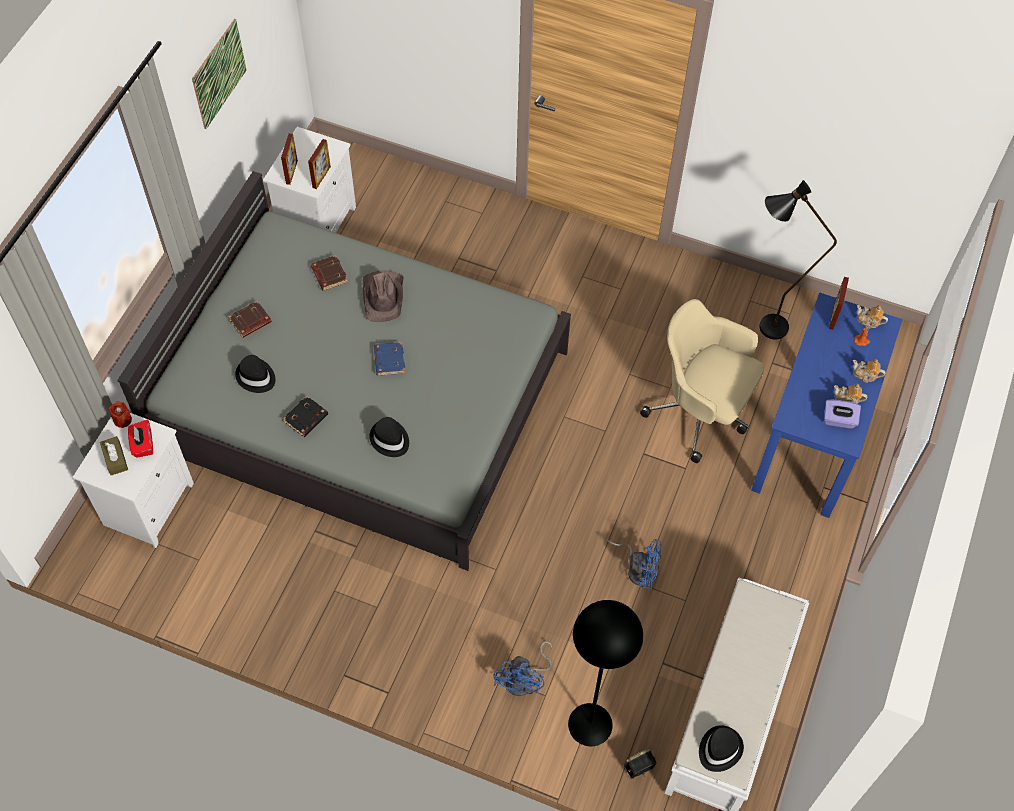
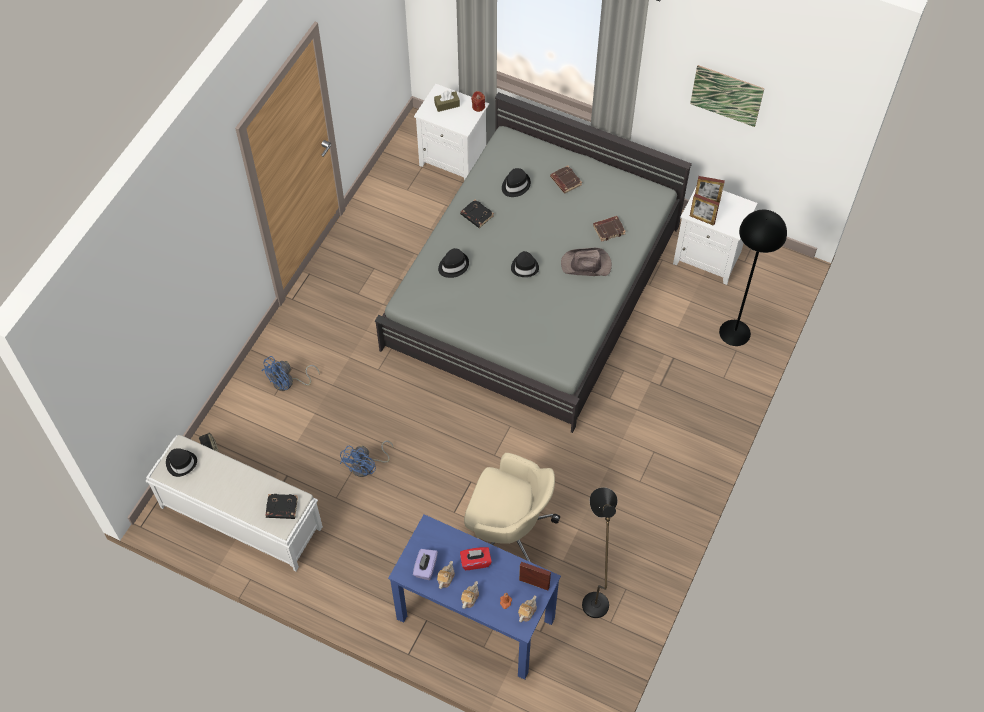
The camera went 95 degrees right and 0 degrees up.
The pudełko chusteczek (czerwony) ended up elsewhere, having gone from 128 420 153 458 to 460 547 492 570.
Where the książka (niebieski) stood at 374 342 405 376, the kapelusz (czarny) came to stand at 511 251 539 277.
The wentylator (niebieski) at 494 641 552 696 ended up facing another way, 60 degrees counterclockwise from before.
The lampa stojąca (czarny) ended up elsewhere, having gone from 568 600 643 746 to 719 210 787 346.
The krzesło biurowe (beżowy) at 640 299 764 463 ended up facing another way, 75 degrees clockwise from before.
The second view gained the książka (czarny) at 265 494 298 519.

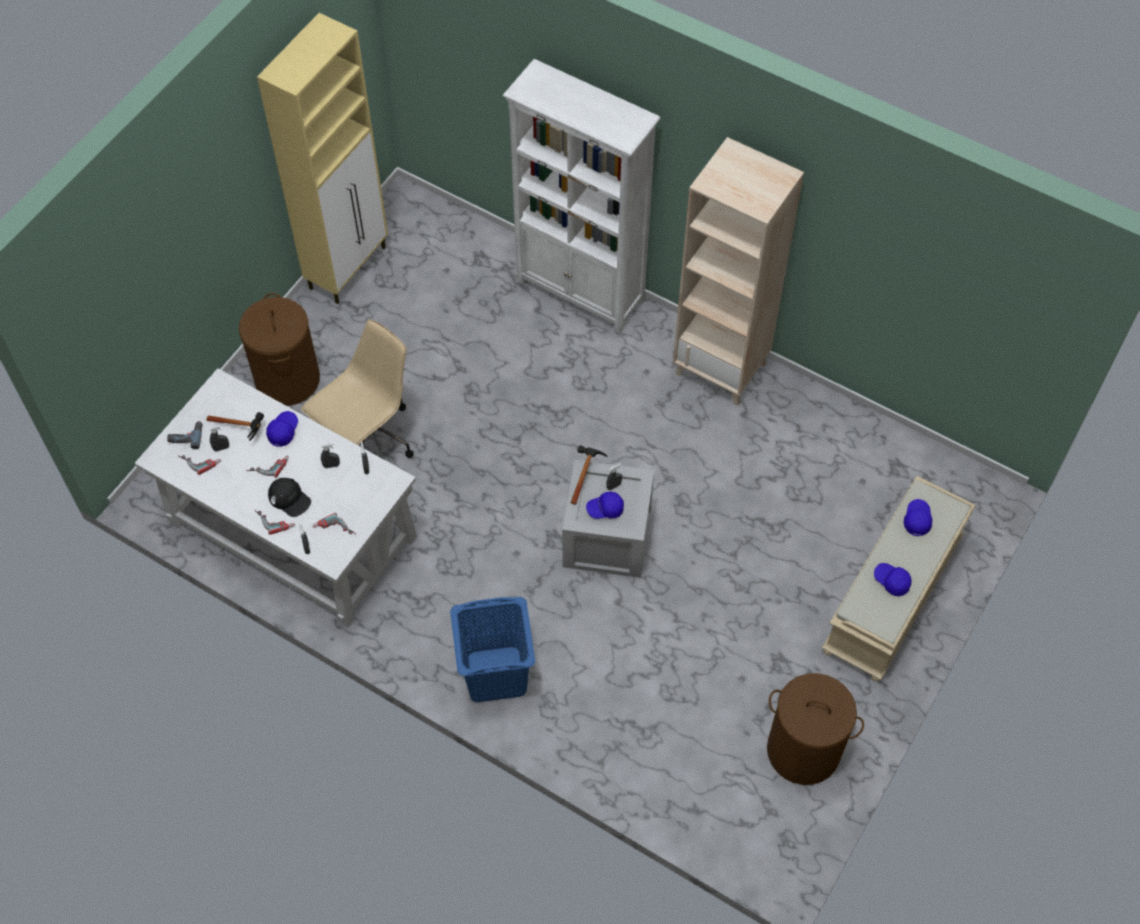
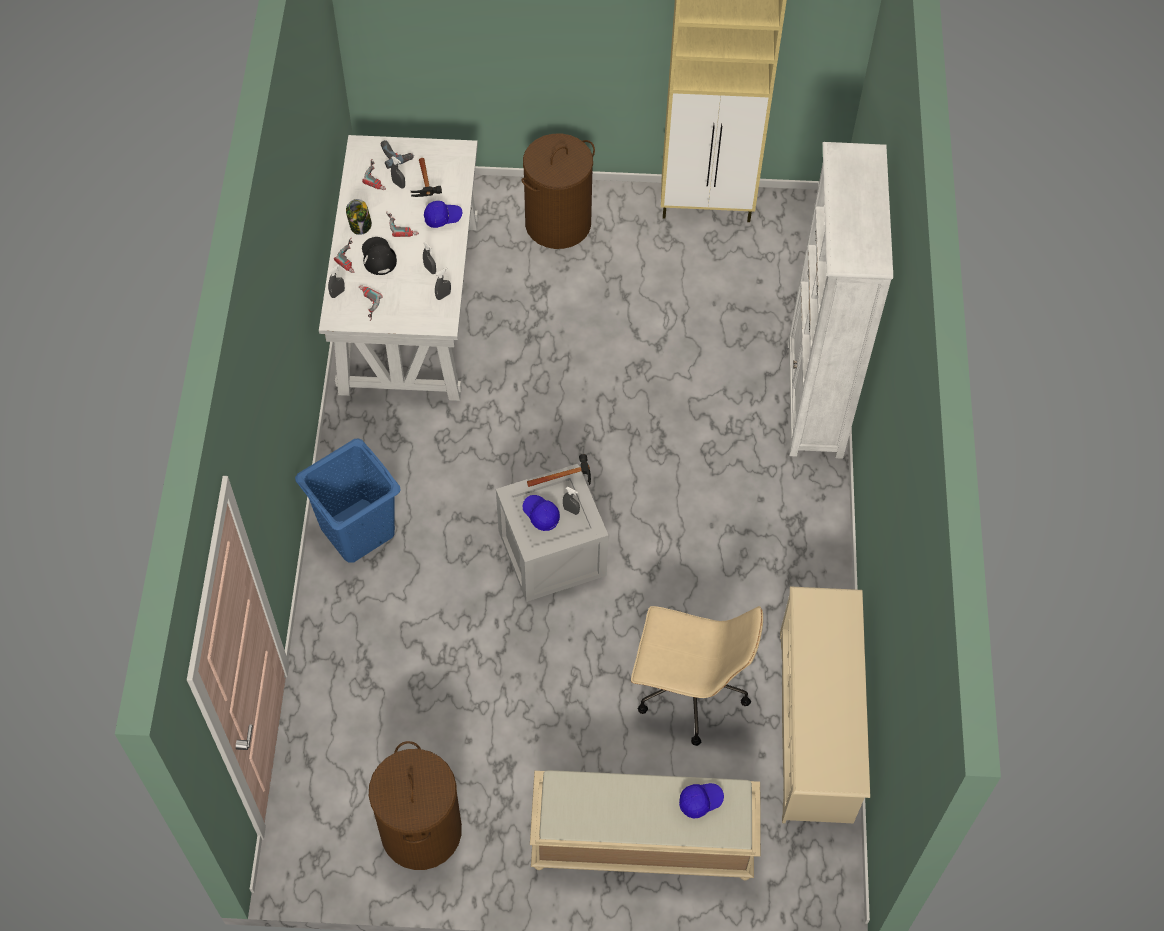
The camera went 60 degrees right and 0 degrees up.
The czapka z daszkiem (czarny) at 268 478 311 517 ended up facing another way, 150 degrees clockwise from before.
The krzesło biurowe (beżowy) ended up elsewhere, having gone from 301 320 414 458 to 631 606 763 746.
The second view lost the regał (beżowy) at 673 137 804 406.
The second view lost the czapka z daszkiem (niebieski) at 874 563 912 596.
The second view gained the słoik at 346 199 372 235.
The second view gained the regał na buty (beżowy) at 780 586 870 823.

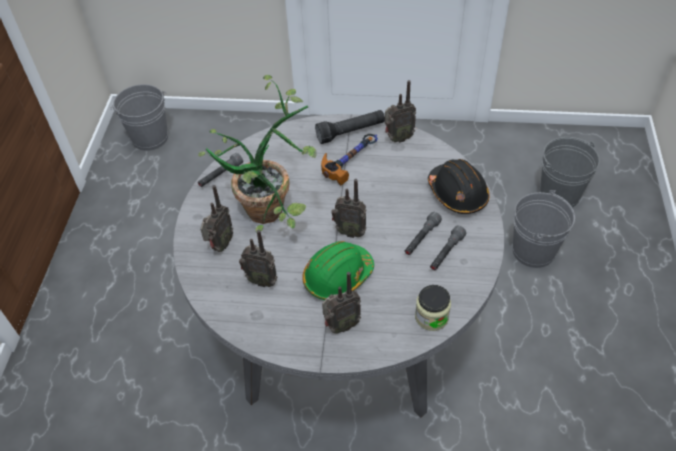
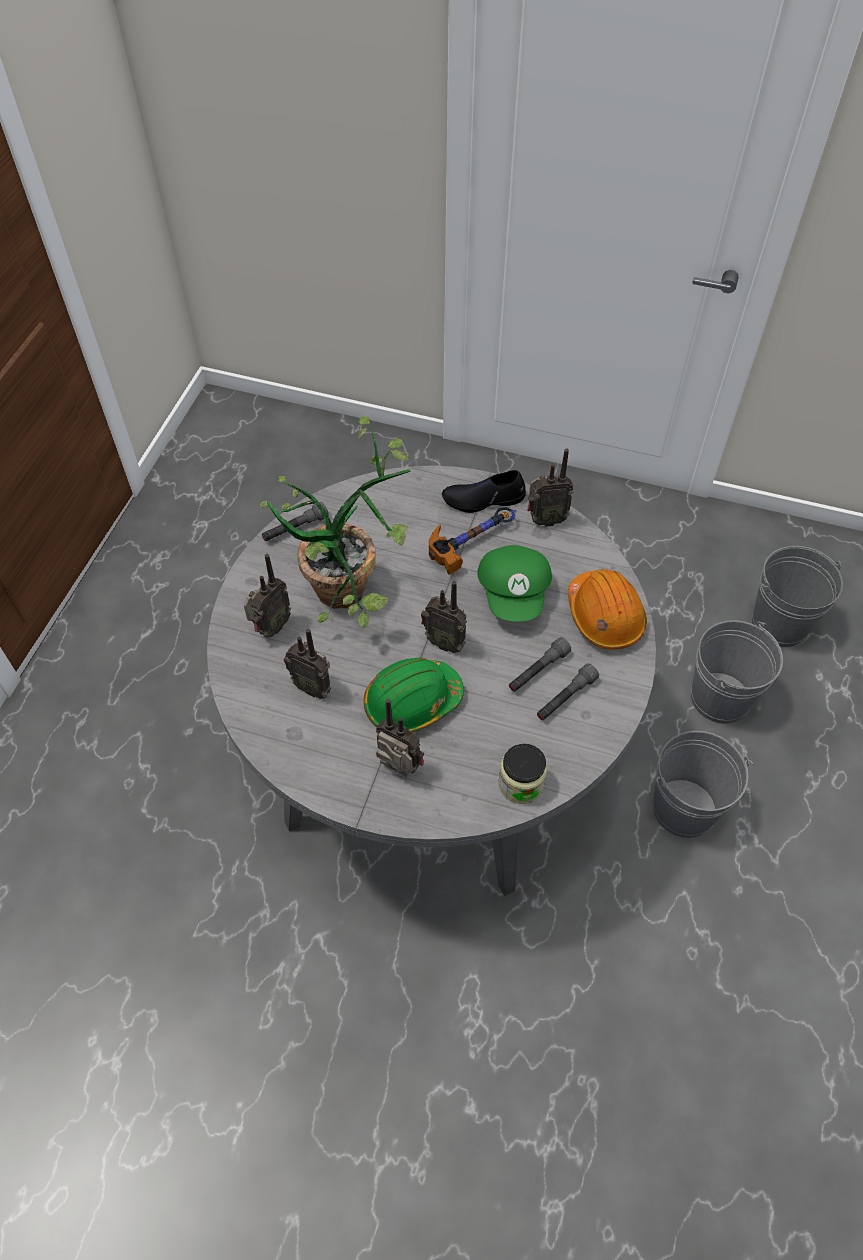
The camera went 10 degrees right and 5 degrees up.
The wiadro (szary) ended up elsewhere, having gone from 110 84 168 151 to 653 731 753 838.
Where the latarka (czarny) stood at 315 110 385 144, the but (czarny) came to stand at 442 470 526 513.
The radio at 322 272 361 334 ended up facing another way, 135 degrees counterclockwise from before.
What was the kask (czarny) at 428 159 489 214 turned into the kask (pomarańczowy) at 568 569 647 650.
The second view gained the czapka z daszkiem (zielony) at 477 545 552 622.

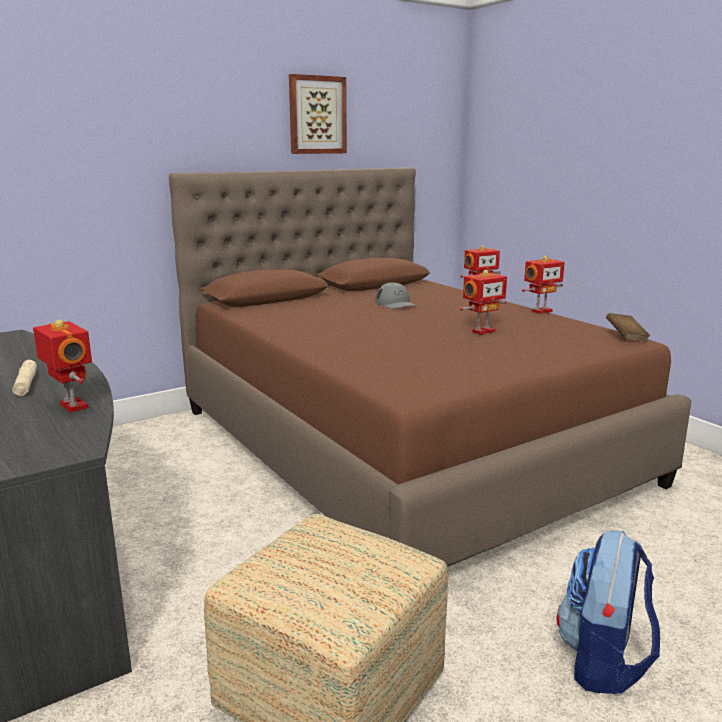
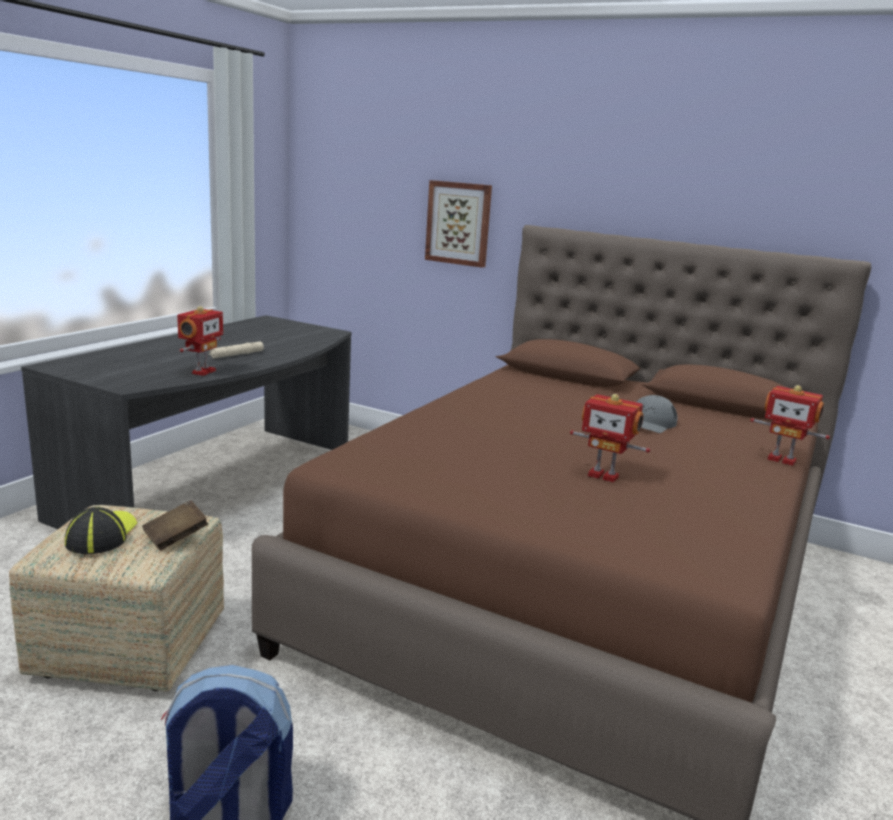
The camera went 60 degrees right and 0 degrees up.
The obraz ended up elsewhere, having gone from 289 74 347 154 to 425 180 492 268.
The second view lost the robot zabawkowy at 522 256 565 314.
The książka (brązowy) ended up elsewhere, having gone from 606 313 650 341 to 142 500 208 550.
The second view gained the czapka z daszkiem at 65 507 137 554.

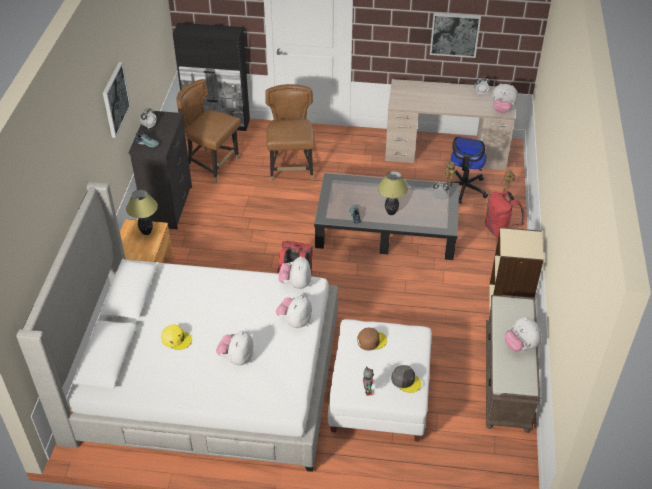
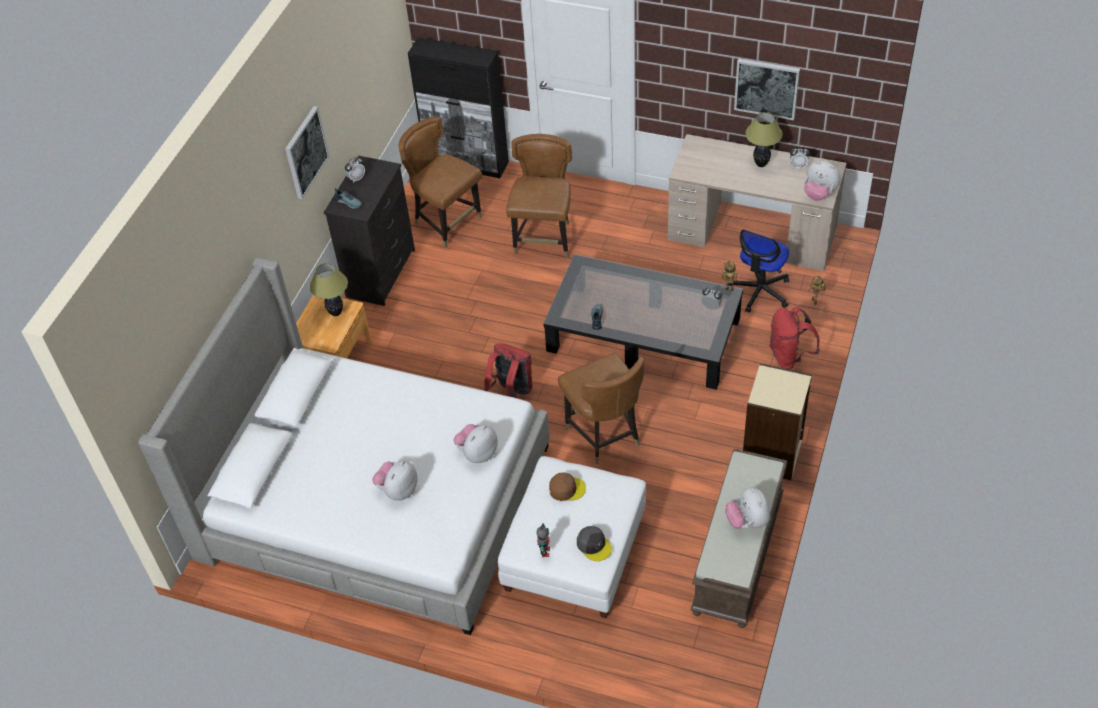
The camera went 15 degrees right and 5 degrees up.
The second view lost the czapka z daszkiem (żółty) at 161 324 192 350.
The second view lost the pluszak at 278 256 311 289.
The lampa stołowa ended up elsewhere, having gone from 378 171 408 215 to 745 112 783 167.
The second view gained the krzesło (brązowy) at 558 353 644 464.

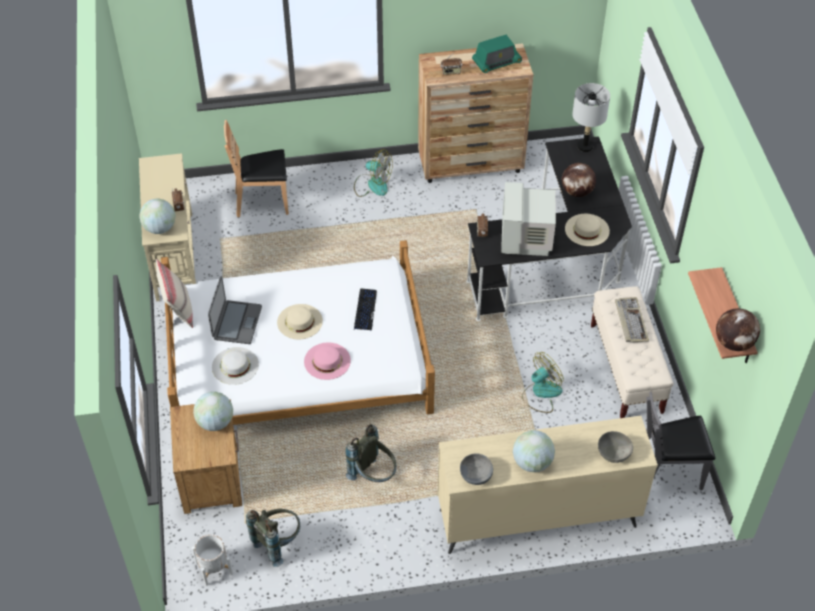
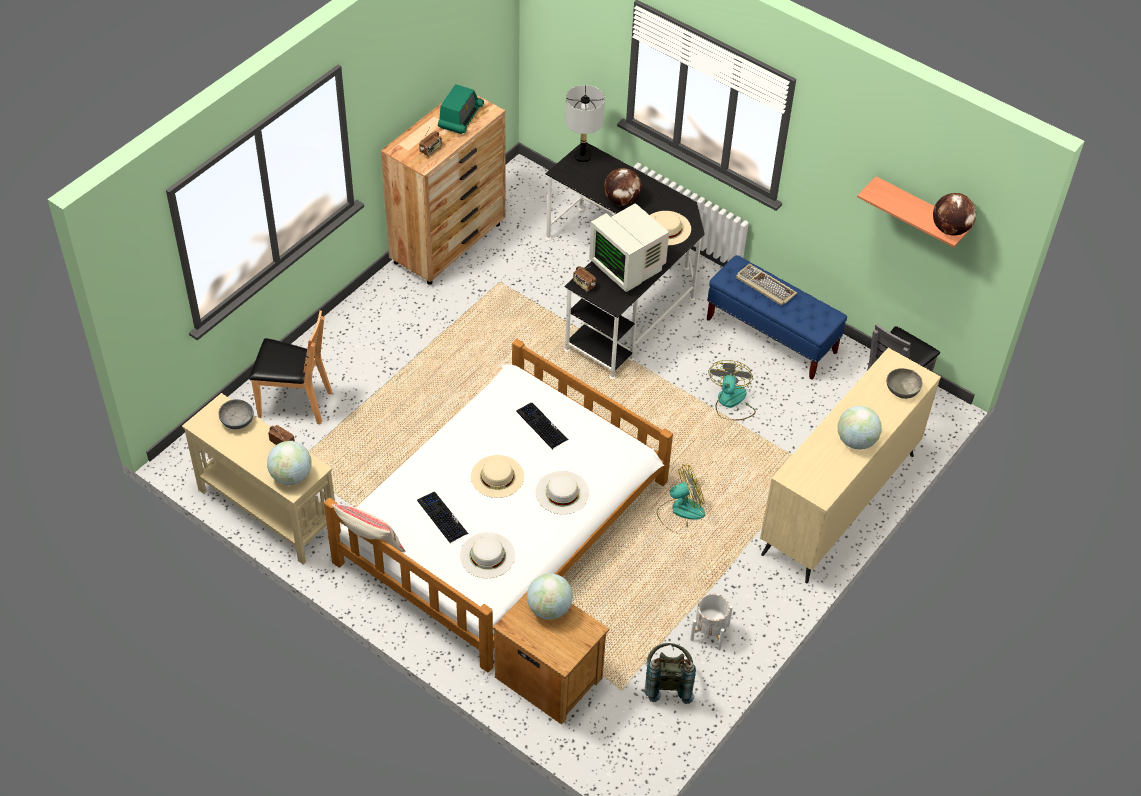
The camera went 45 degrees left and 0 degrees up.
The donica (biały) ended up elsewhere, having gone from 192 534 233 586 to 690 593 733 650.
Where the laptop stood at 208 276 262 344, the klawiatura came to stand at 417 492 468 544.
The krzesło (brązowy) at 224 120 289 217 ended up facing another way, 120 degrees counterclockwise from before.
What was the kapelusz (różowy) at 304 343 351 380 turned into the kapelusz (biały) at 536 471 589 514.
The second view lost the plecak (szary) at 345 424 396 482.
The wentylator ended up elsewhere, having gone from 354 149 393 197 to 657 465 705 534.
The miska (szary) ended up elsewhere, having gone from 460 453 493 485 to 219 399 254 429.
What was the ławka (beżowy) at 591 286 674 418 turned into the ławka (niebieski) at 707 255 847 380.

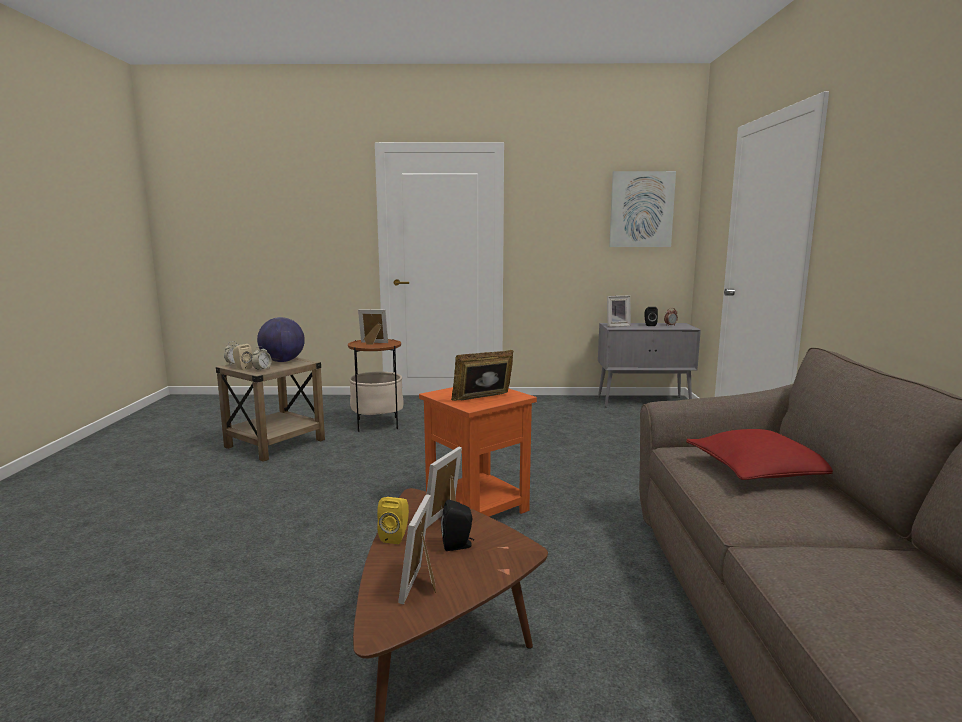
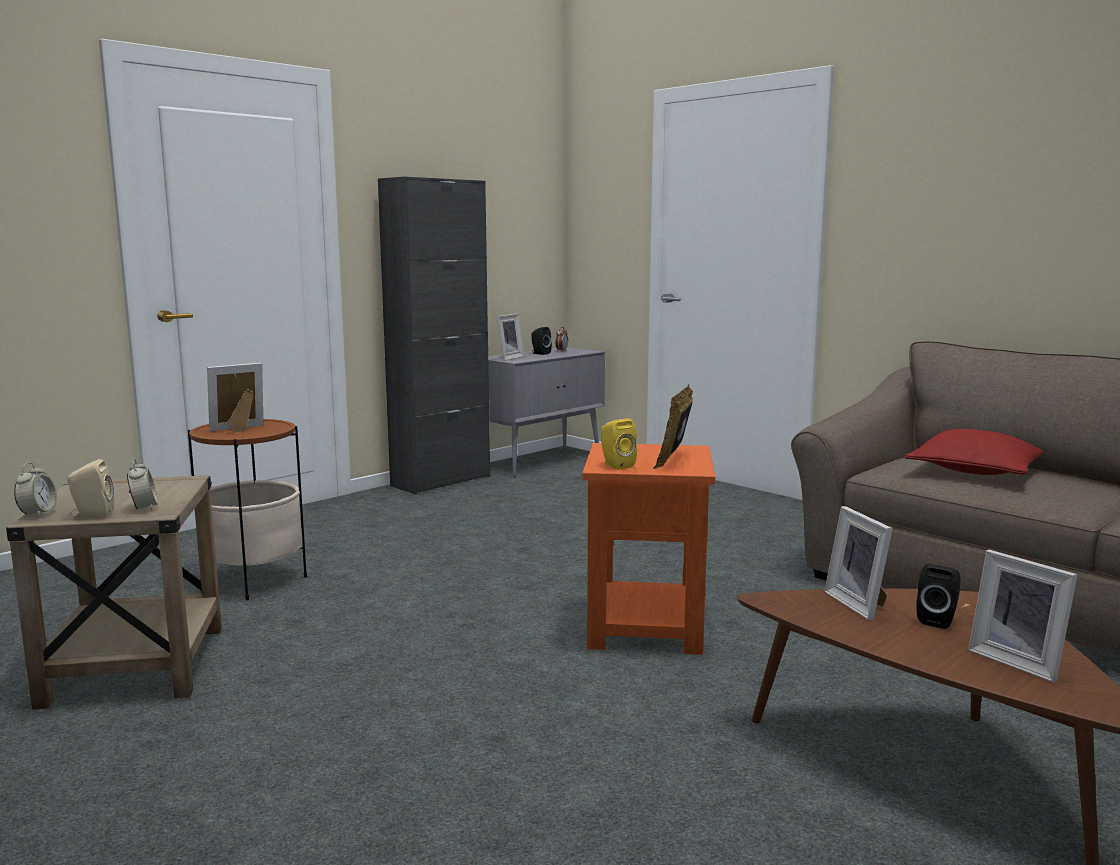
The camera went 45 degrees left and 0 degrees up.
The second view lost the globus at 257 317 305 362.
The głośnik (żółty) ended up elsewhere, having gone from 377 497 409 544 to 601 418 637 470.
The second view lost the obraz at 609 171 676 247.
The second view gained the szafka (czarny) at 378 177 490 494.

